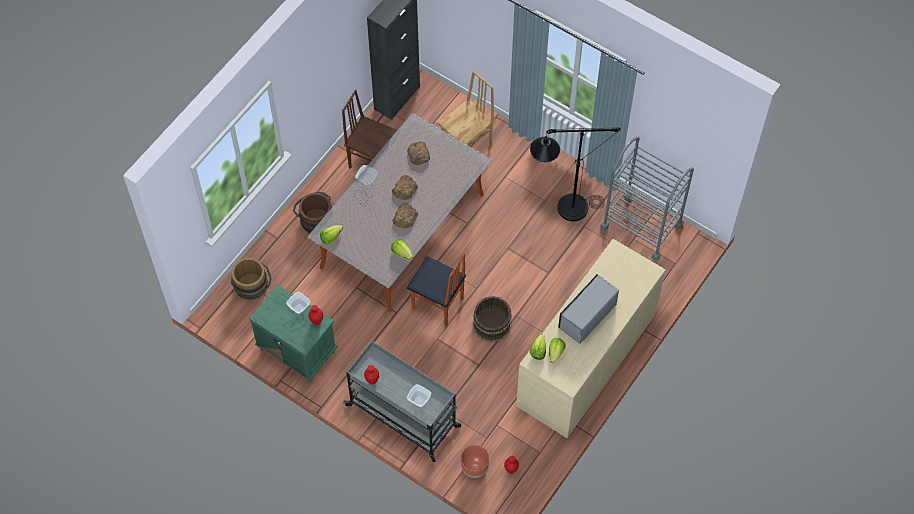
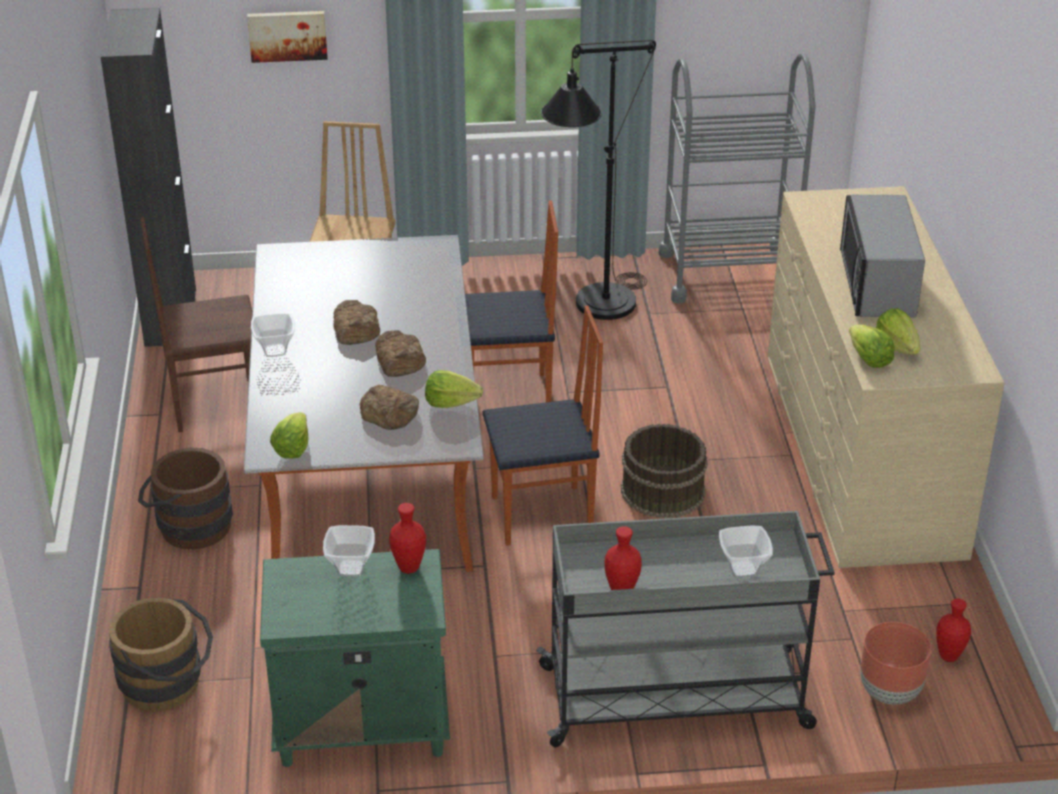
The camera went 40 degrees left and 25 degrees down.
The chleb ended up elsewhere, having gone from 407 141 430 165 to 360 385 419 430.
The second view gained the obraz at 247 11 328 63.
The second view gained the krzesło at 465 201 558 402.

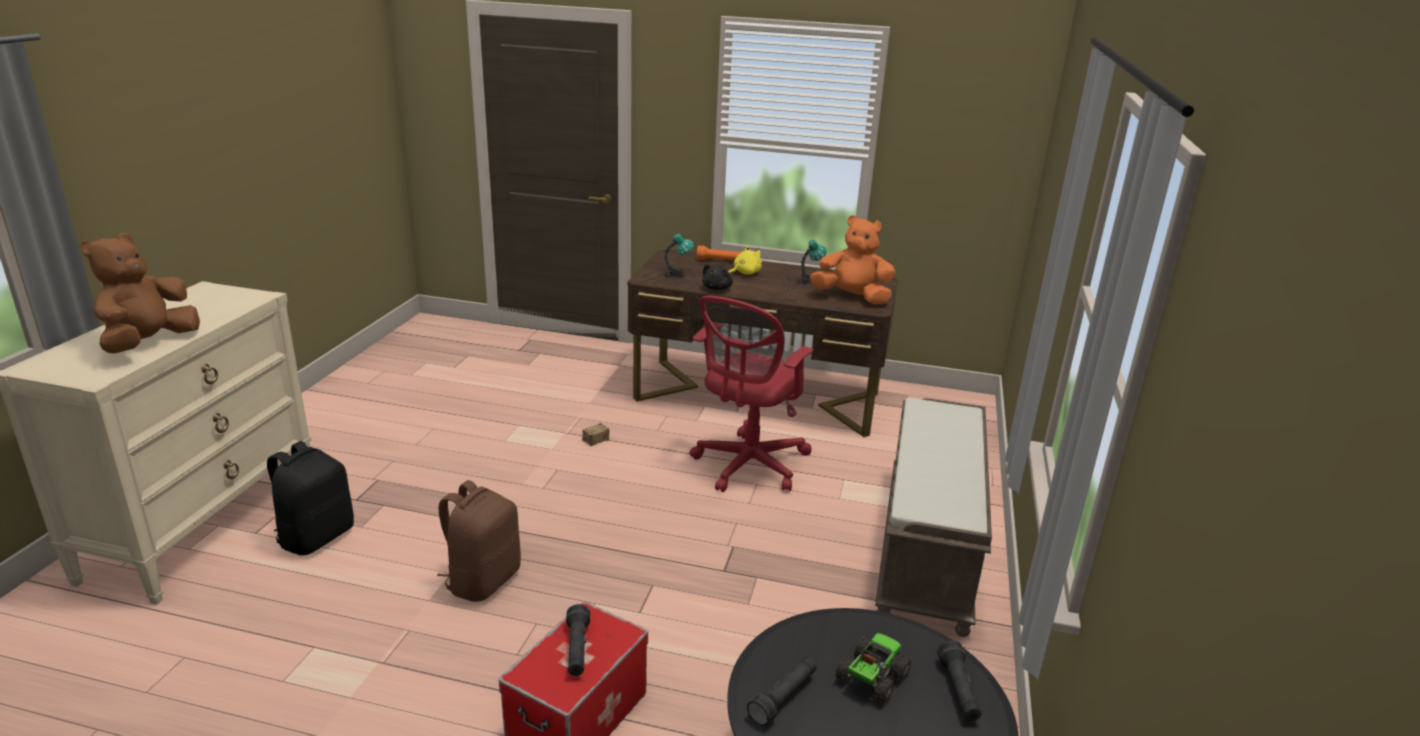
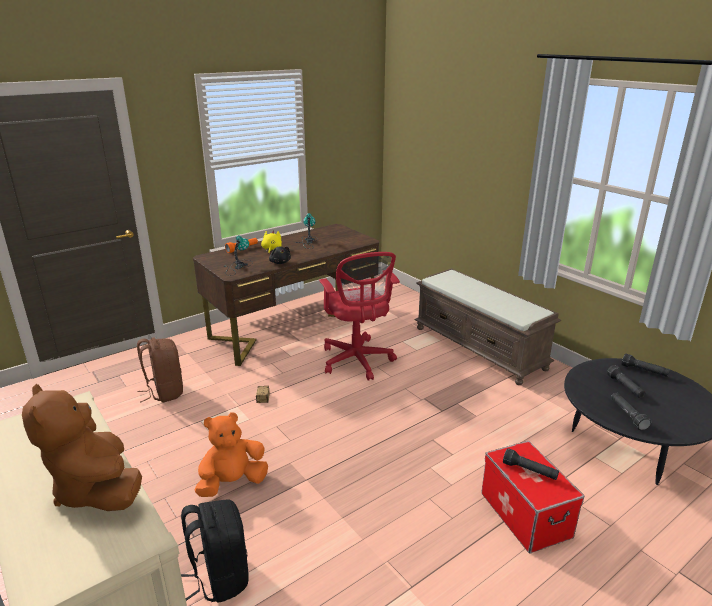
The camera went 50 degrees left and 0 degrees up.
The plecak (brązowy) ended up elsewhere, having gone from 437 480 521 602 to 137 337 183 403.
The pluszak (pomarańczowy) ended up elsewhere, having gone from 810 215 896 305 to 194 412 268 497.
Where the ciężarówka zabawkowa stood at 836 633 911 704, the latarka (czarny) came to stand at 607 365 646 398.

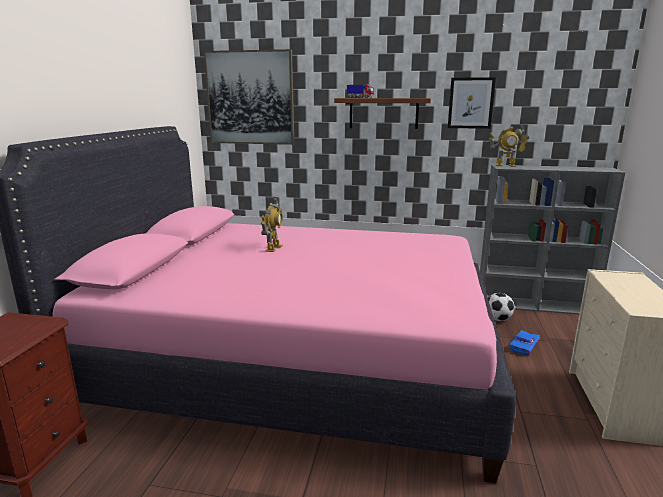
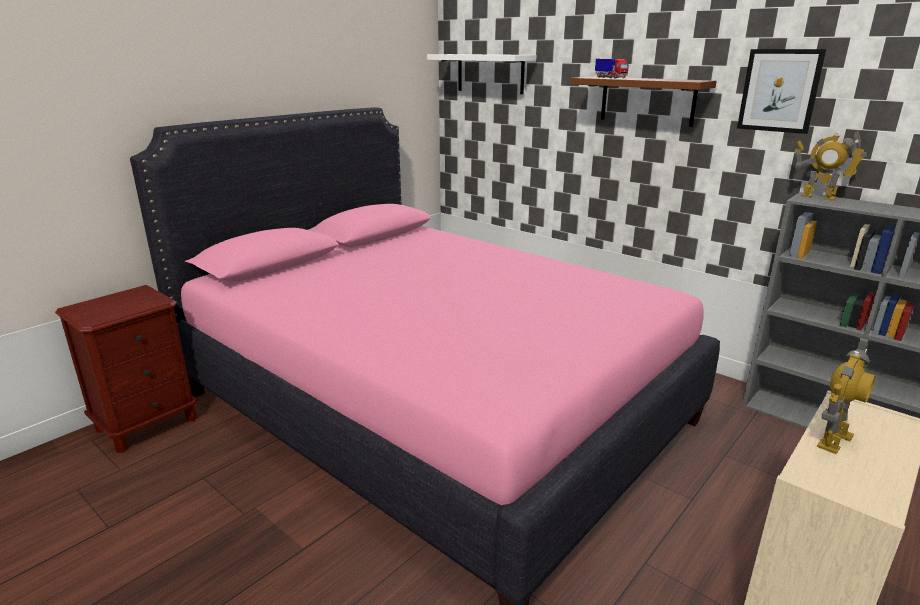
The camera went 30 degrees right and 5 degrees up.
Where the obraz hung at 204 49 294 145, the półka (biały) came to hang at 427 54 536 94.
The robot zabawkowy ended up elsewhere, having gone from 261 198 283 252 to 817 336 876 454.
The second view lost the piłka futbolowa at 488 293 515 321.
The second view lost the samochodzik (niebieski) at 509 330 540 355.

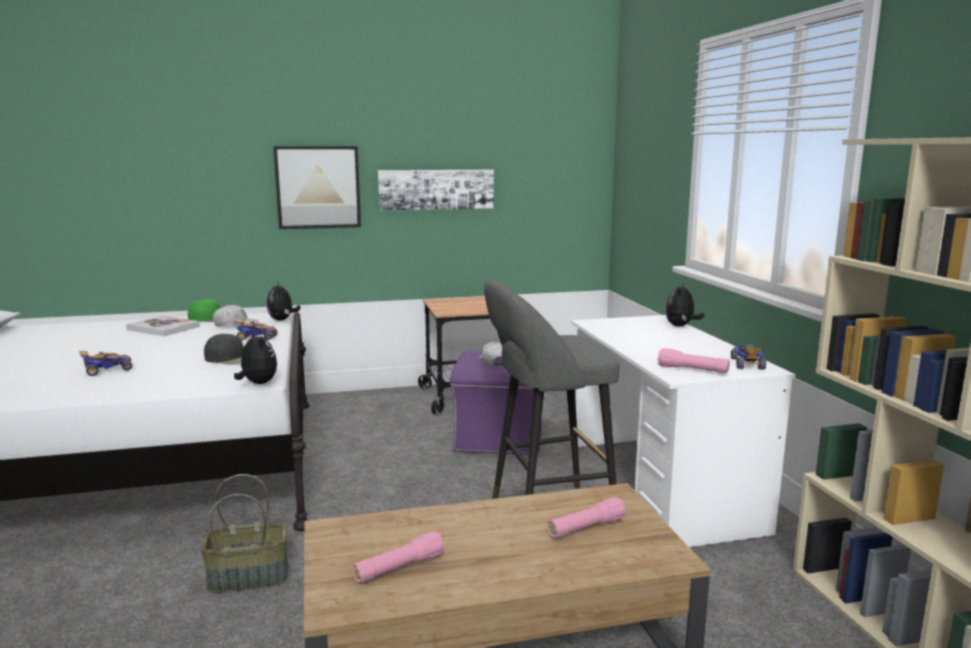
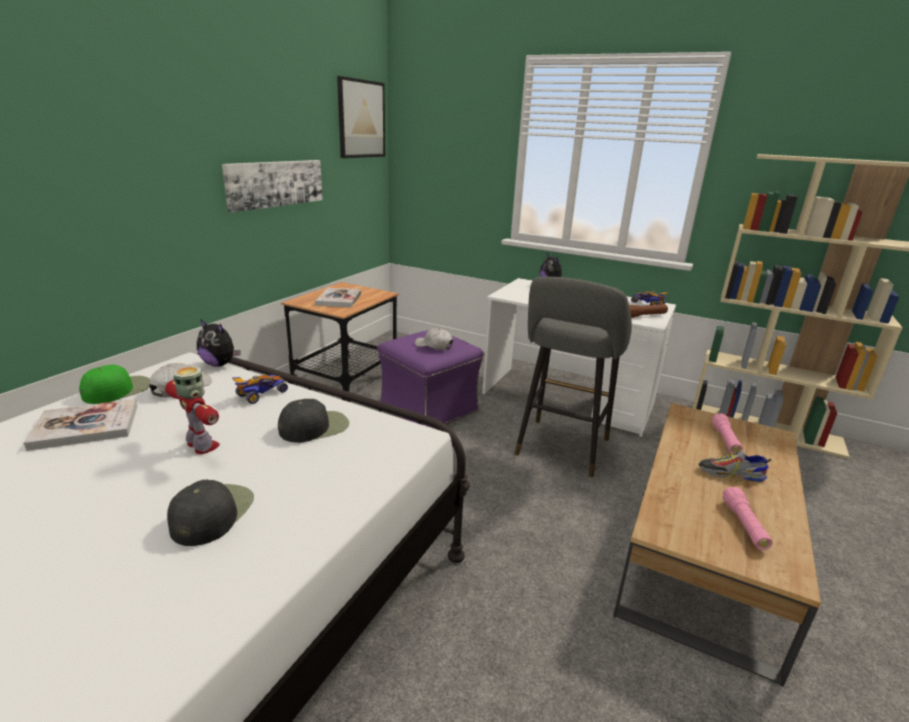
The camera went 50 degrees left and 10 degrees up.
Where the samochodzik stood at 79 351 132 376, the czapka z daszkiem (czarny) came to stand at 167 480 254 546.
The second view lost the koszyk at 200 474 289 593.
The second view lost the pluszak at 234 330 277 384.
The obraz ended up elsewhere, having gone from 273 146 361 229 to 337 76 385 158.
What was the latarka (różowy) at 657 348 730 373 turned into the latarka (brązowy) at 629 304 668 318.
The second view gained the robot zabawkowy at 165 366 220 454.
The second view gained the książka at 315 288 361 307.
The second view gained the but at 699 450 771 483.

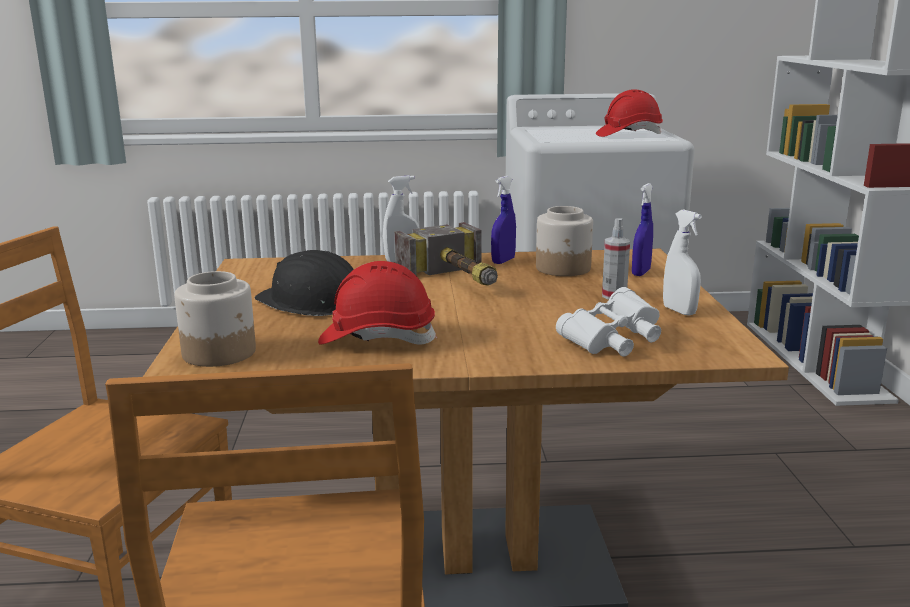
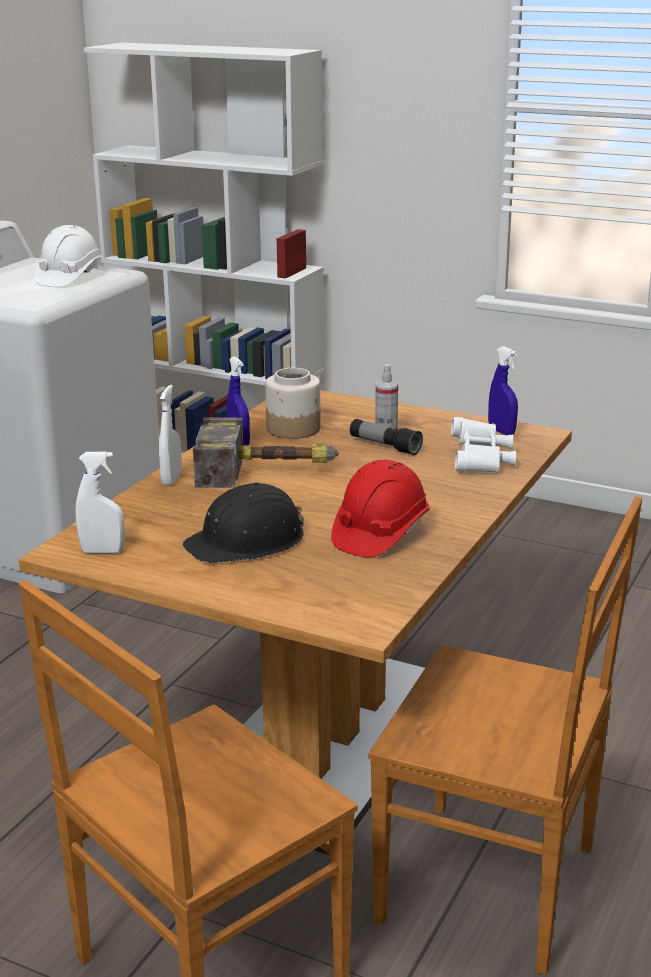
The camera went 60 degrees left and 5 degrees up.
The second view lost the słoik at 174 271 256 367.
What was the kask (czerwony) at 596 89 663 137 turned into the kask (biały) at 35 225 102 287.
The spryskiwacz (niebieski) ended up elsewhere, having gone from 632 183 653 276 to 488 346 518 435.
The spryskiwacz (biały) ended up elsewhere, having gone from 663 209 702 315 to 75 451 125 553.
The second view gained the latarka at 350 419 423 455.

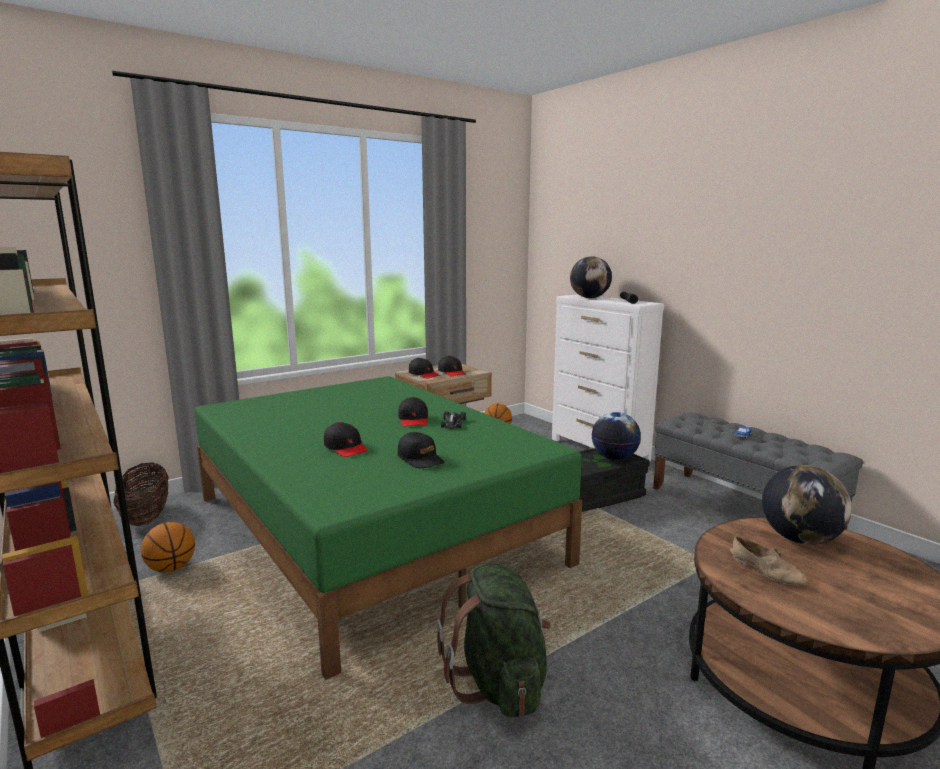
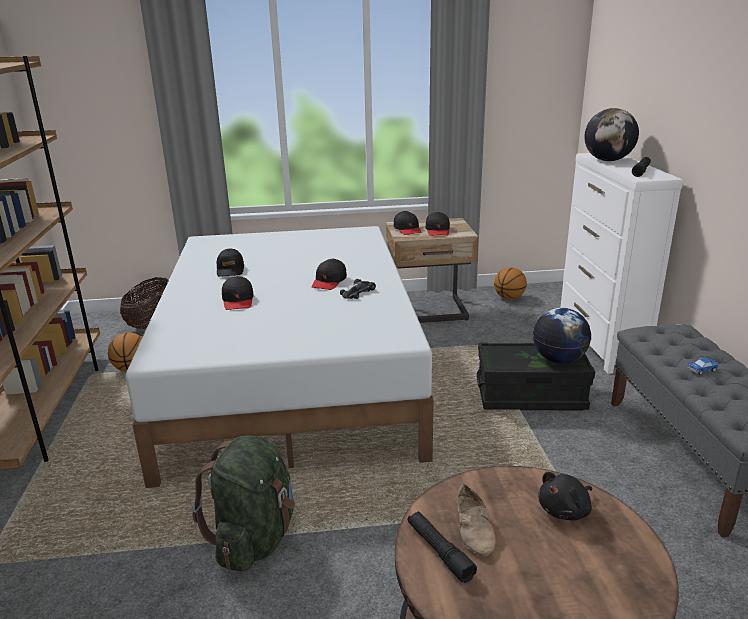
The camera went 30 degrees right and 10 degrees up.
What was the łóżko (zielony) at 195 376 582 680 turned into the łóżko (biały) at 126 226 434 488.
The czapka z daszkiem (czarny) ended up elsewhere, having gone from 397 432 444 468 to 217 249 244 277.
Where the globus stood at 762 465 852 545, the pluszak (czarny) came to stand at 538 472 592 520.
The second view gained the latarka (czarny) at 408 511 477 583.

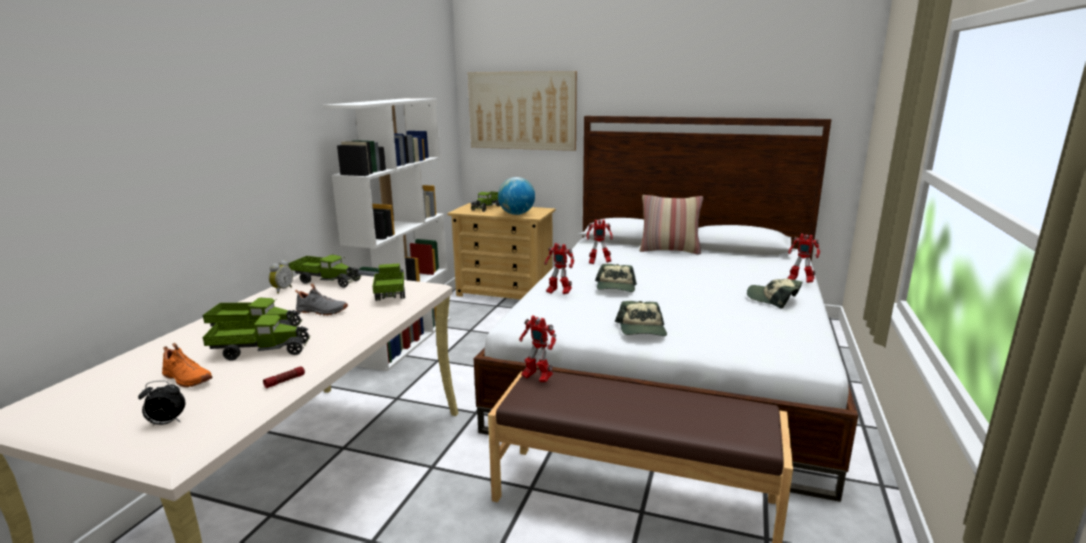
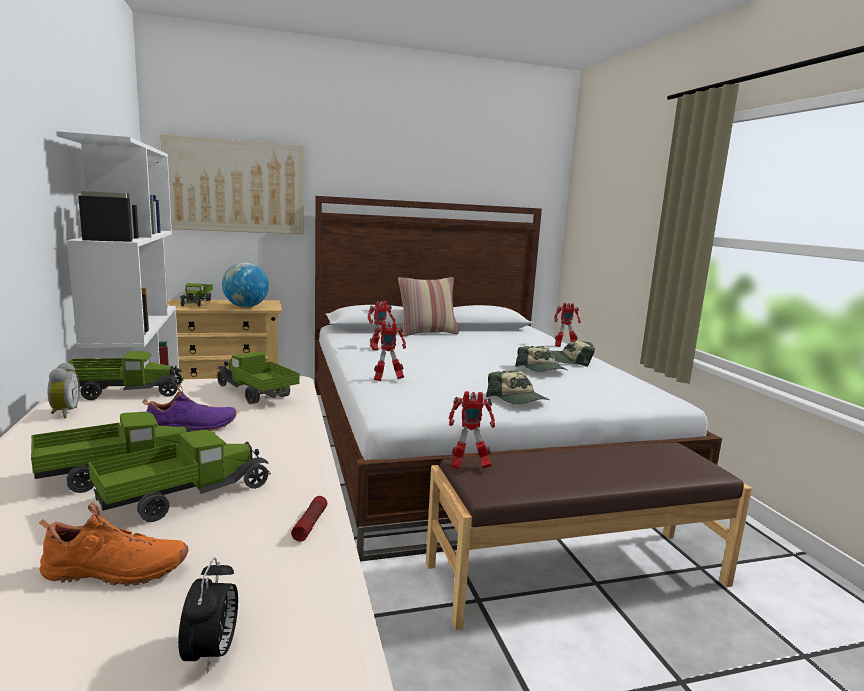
The camera went 35 degrees left and 5 degrees down.
The budzik at 138 380 186 425 ended up facing another way, 45 degrees counterclockwise from before.
What was the but (szary) at 295 283 348 315 turned into the but (fioletowy) at 142 385 237 431.
The czapka z daszkiem ended up elsewhere, having gone from 595 264 637 292 to 515 346 567 372.

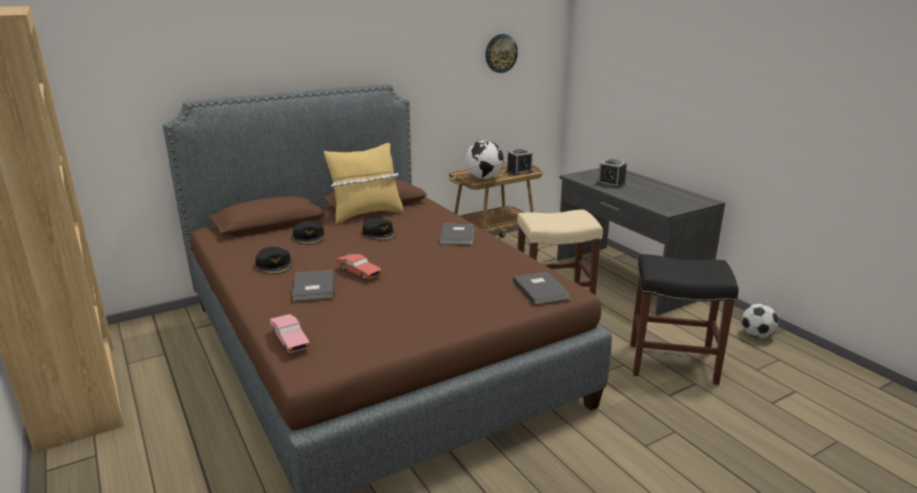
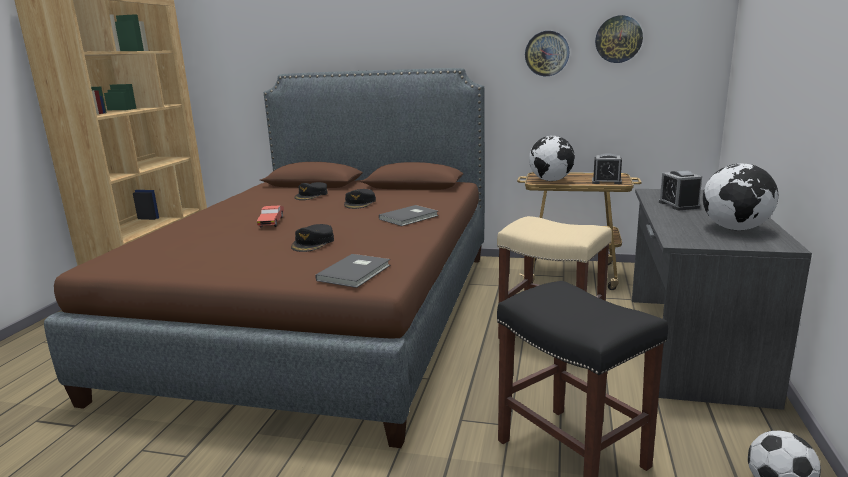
The camera went 45 degrees right and 5 degrees down.
The czapka z daszkiem (czarny) ended up elsewhere, having gone from 255 247 292 275 to 291 224 334 252.
The second view lost the samochodzik (różowy) at 270 314 310 353.
The second view lost the książka (szary) at 292 270 334 301.
The second view lost the poduszka (żółty) at 324 143 403 224.
The second view gained the zegar ścienny at 525 31 569 76.
The second view gained the globus at 703 164 778 230.

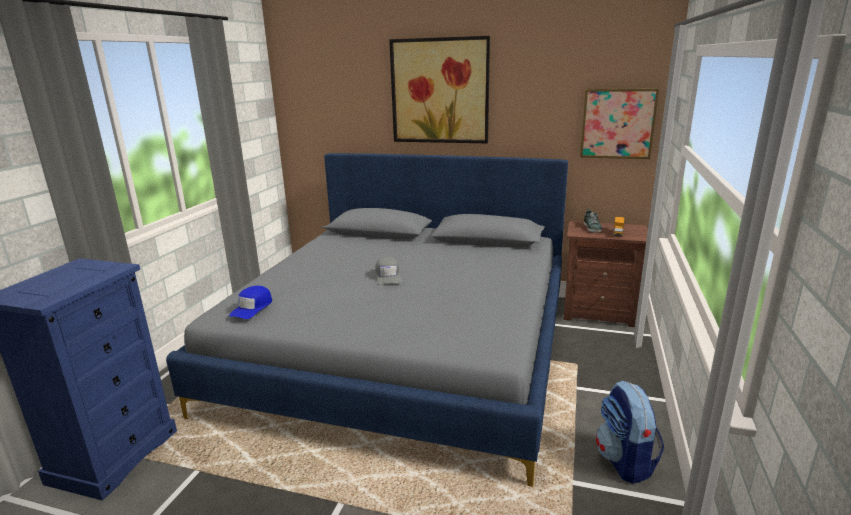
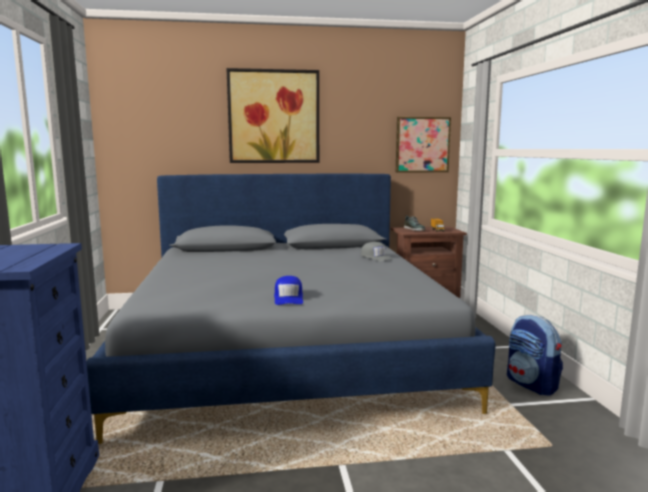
The camera went 25 degrees left and 10 degrees down.
The czapka z daszkiem (niebieski) ended up elsewhere, having gone from 229 286 272 319 to 274 276 303 305.
The czapka z daszkiem (szary) ended up elsewhere, having gone from 375 257 402 285 to 361 242 393 261.

